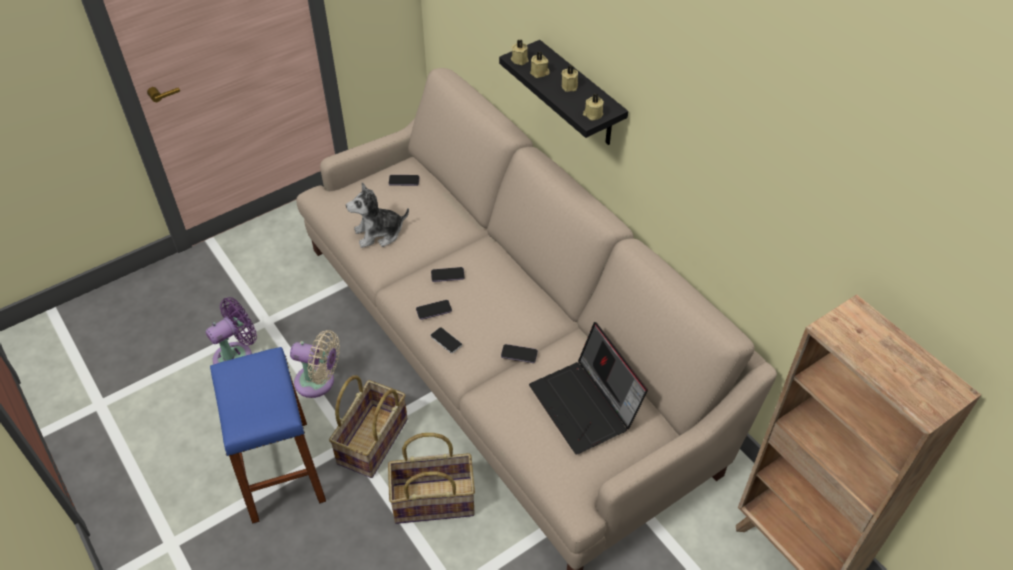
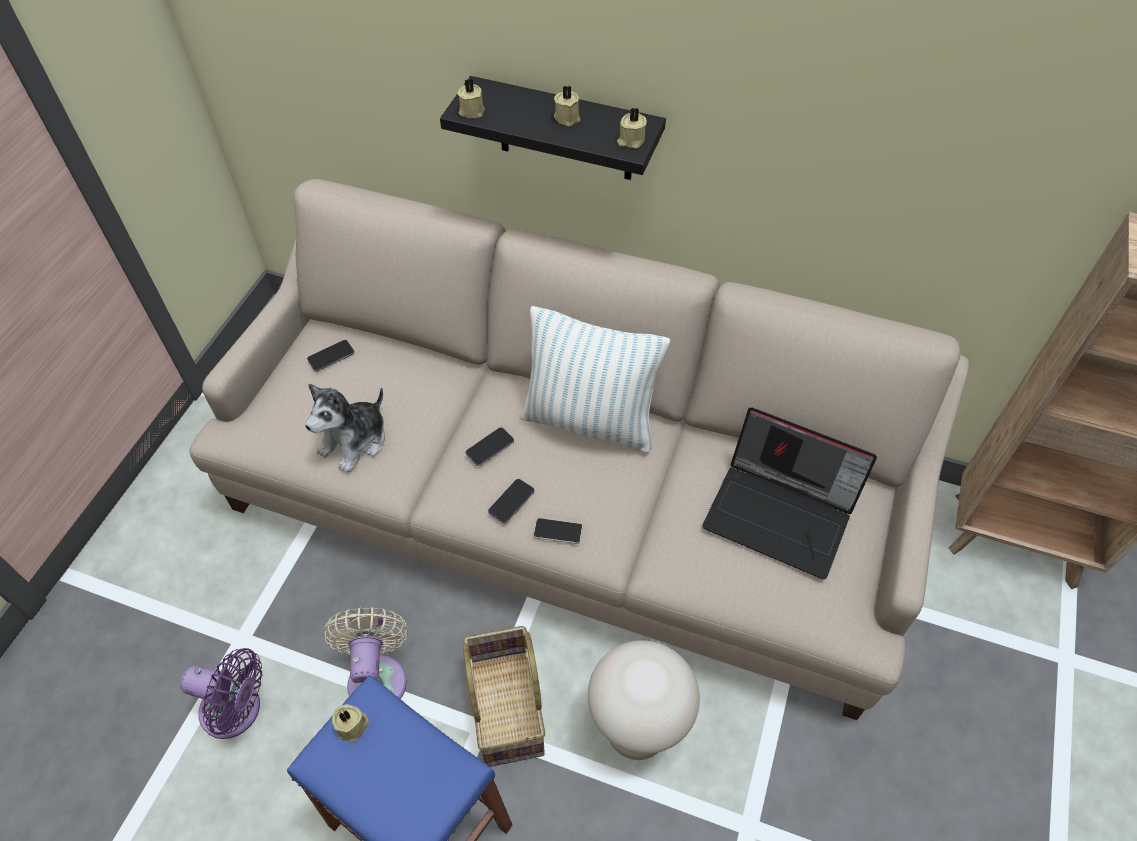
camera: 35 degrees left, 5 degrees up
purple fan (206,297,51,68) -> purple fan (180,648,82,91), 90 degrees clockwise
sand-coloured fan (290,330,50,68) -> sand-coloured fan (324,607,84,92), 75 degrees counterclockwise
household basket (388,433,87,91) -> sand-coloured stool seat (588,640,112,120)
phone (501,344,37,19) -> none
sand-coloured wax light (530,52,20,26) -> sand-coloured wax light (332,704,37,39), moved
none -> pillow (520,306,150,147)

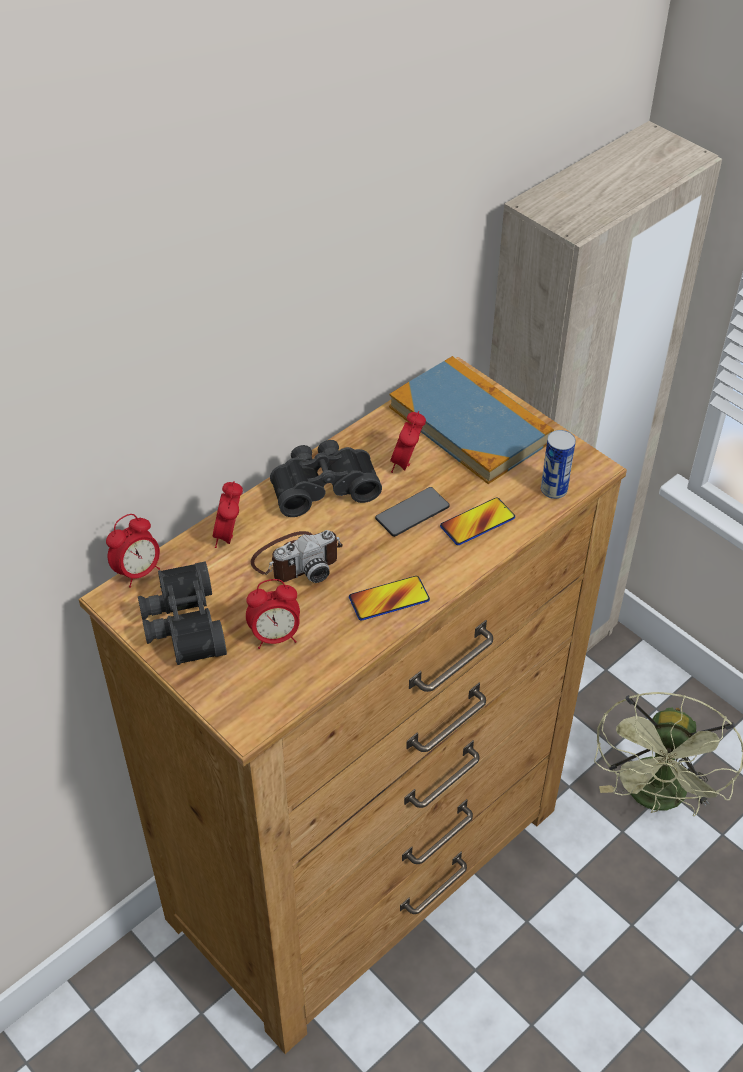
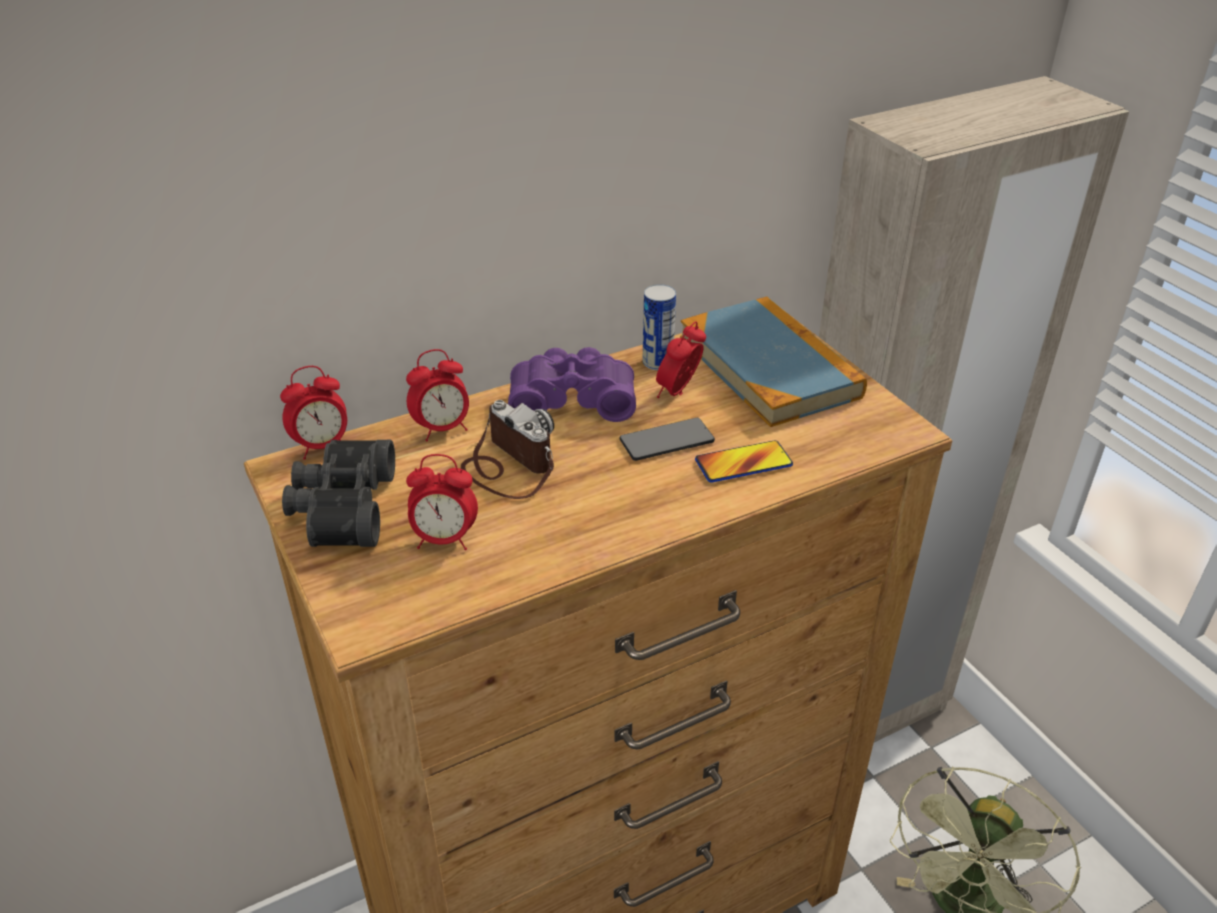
camera: 15 degrees right, 10 degrees down
bedside clock (212,481,31,67) -> bedside clock (406,349,63,92), 135 degrees counterclockwise
still camera (251,530,92,53) -> still camera (461,400,93,99), 120 degrees counterclockwise
blackish binoculars (270,440,112,77) -> purple binoculars (508,347,128,75)
phone (349,576,81,45) -> none
metal can (541,430,35,69) -> metal can (642,284,34,86), moved

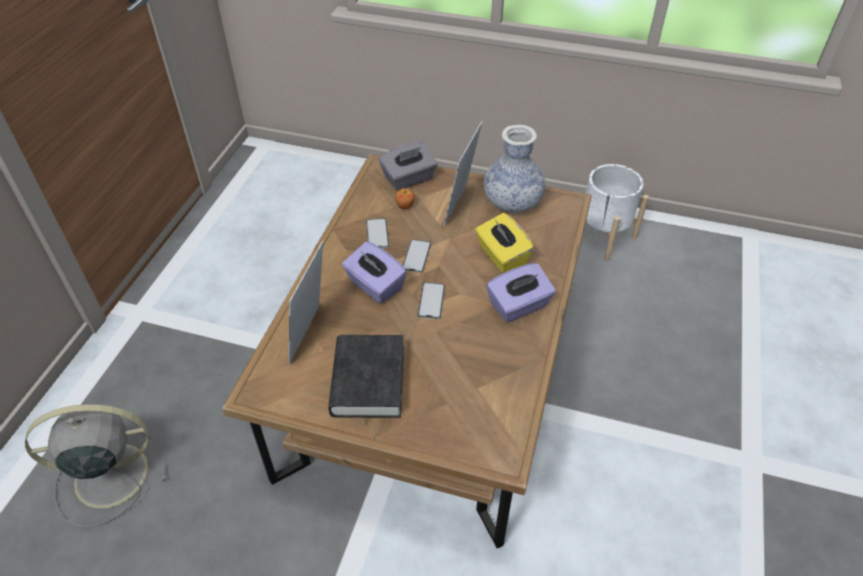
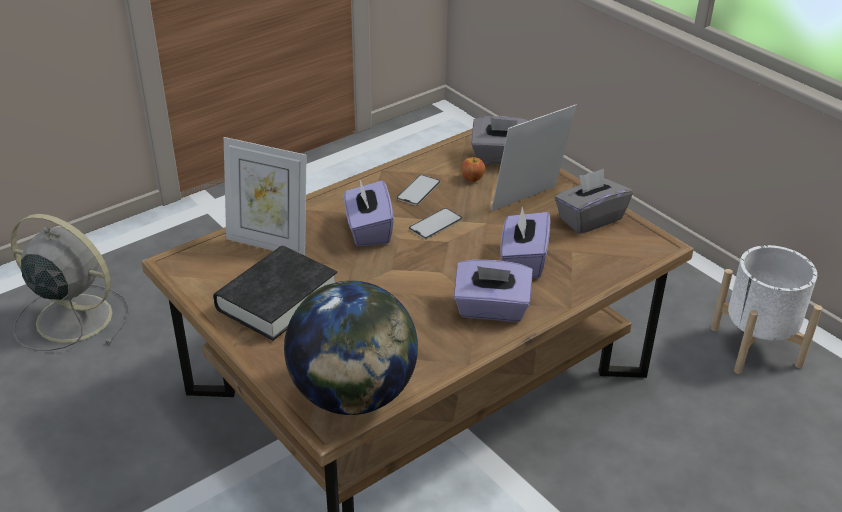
camera: 35 degrees right, 10 degrees down
photo frame (288,241,35,124) -> photo frame (224,137,83,119), 120 degrees counterclockwise
phone (418,282,27,37) -> none
yellow tissue box (475,213,59,60) -> purple tissue box (500,207,50,71)
decorative vase (484,125,62,88) -> greyish tissue box (555,169,78,65)
none -> world globe (284,281,134,134)

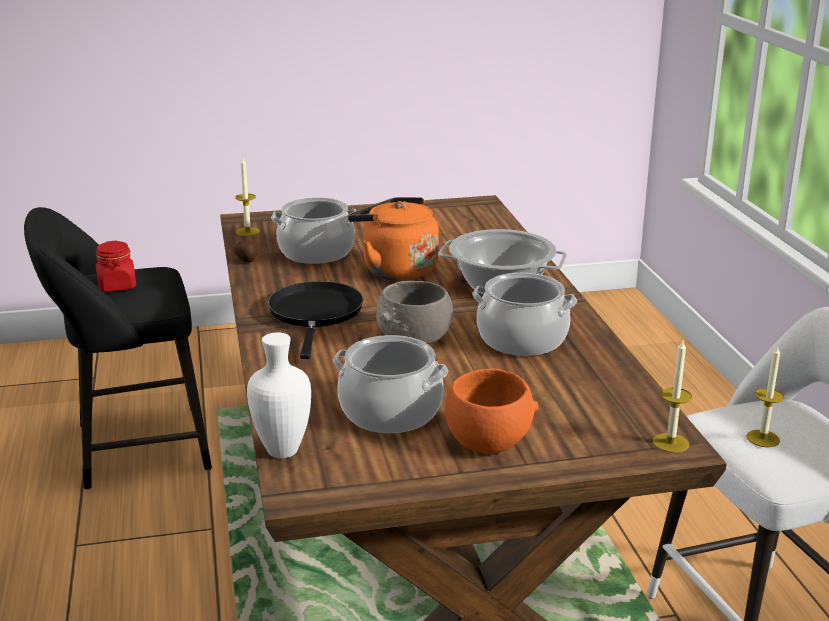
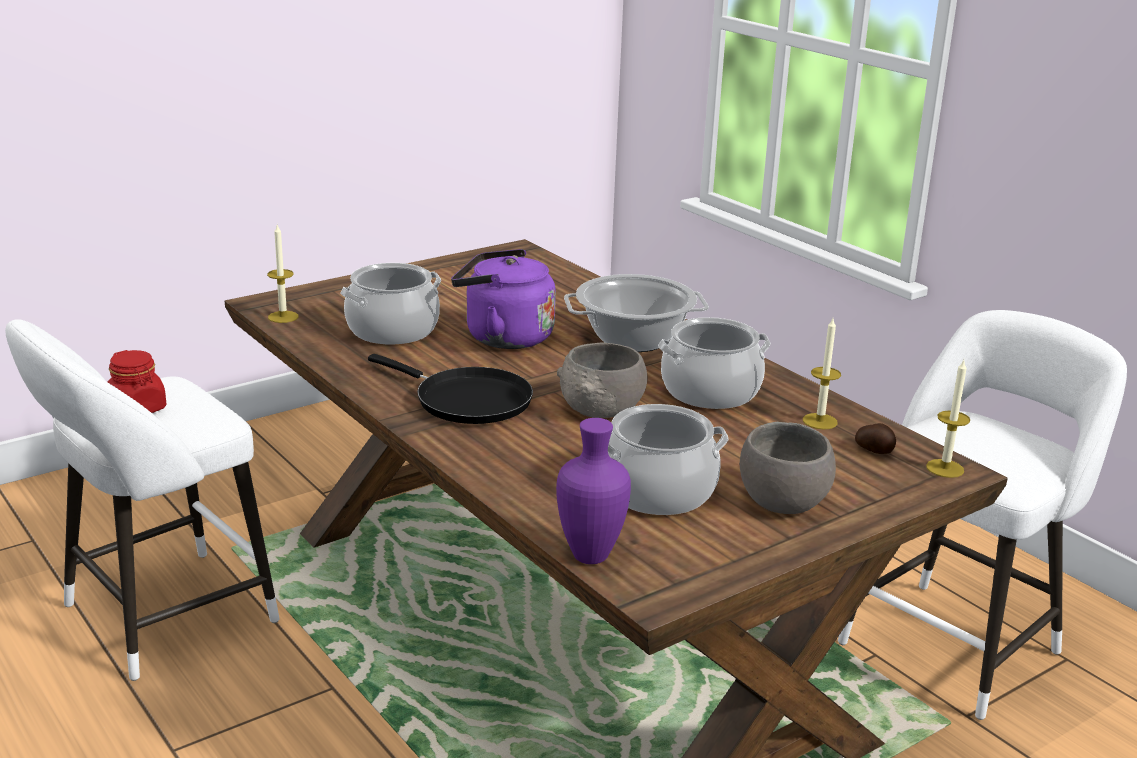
camera: 25 degrees left, 0 degrees up
blackish stool seat (24,207,188,283) -> whitish stool seat (5,319,275,362)
whole potato (234,240,24,22) -> whole potato (855,423,41,31), moved
whitish decorative vase (247,332,64,126) -> purple decorative vase (556,418,75,146)
blackish pan (268,281,95,78) -> blackish pan (368,354,165,70), 150 degrees clockwise
orangey water kettle (348,197,91,84) -> purple water kettle (451,249,105,100)
orangey bowl (445,369,93,85) -> greyish bowl (740,422,96,92)
wax light (746,345,39,102) -> wax light (803,319,38,110), moved

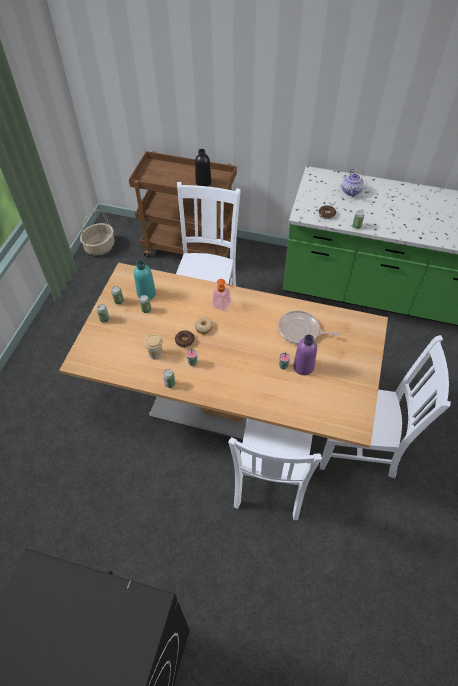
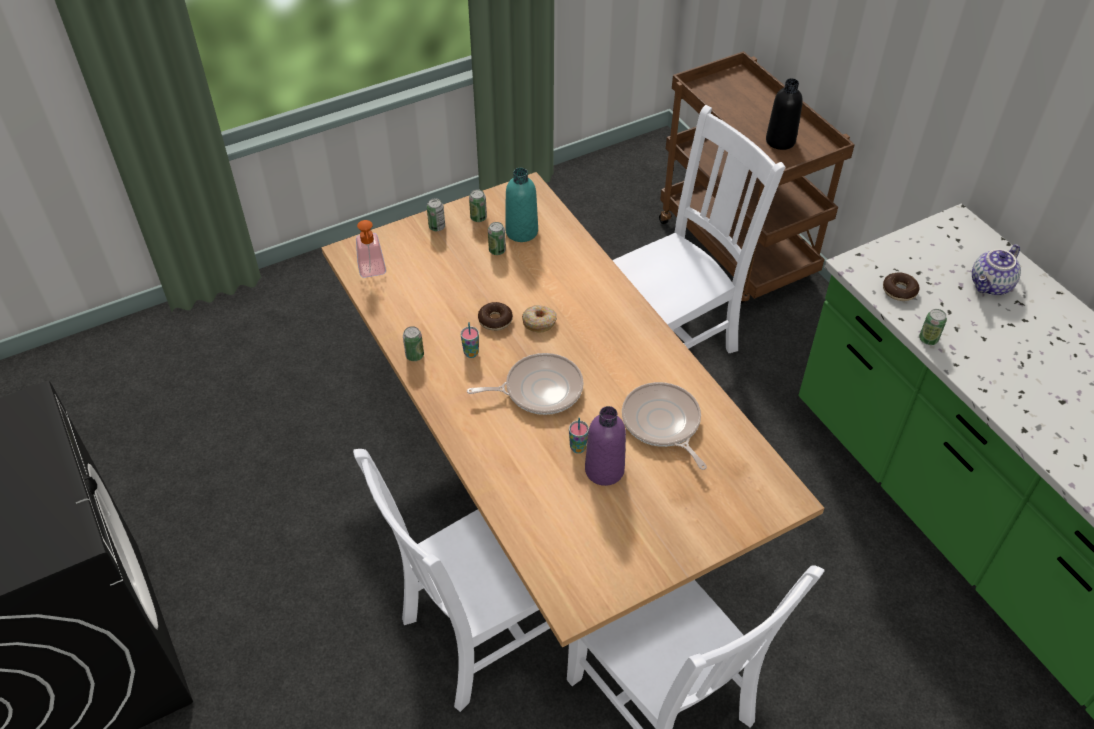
camera: 45 degrees right, 5 degrees down
household basket (80,210,35,46) -> none
cup (144,334,19,26) -> none
soap bottle (212,279,22,32) -> soap bottle (356,220,30,58), moved
none -> pan (467,353,117,62)

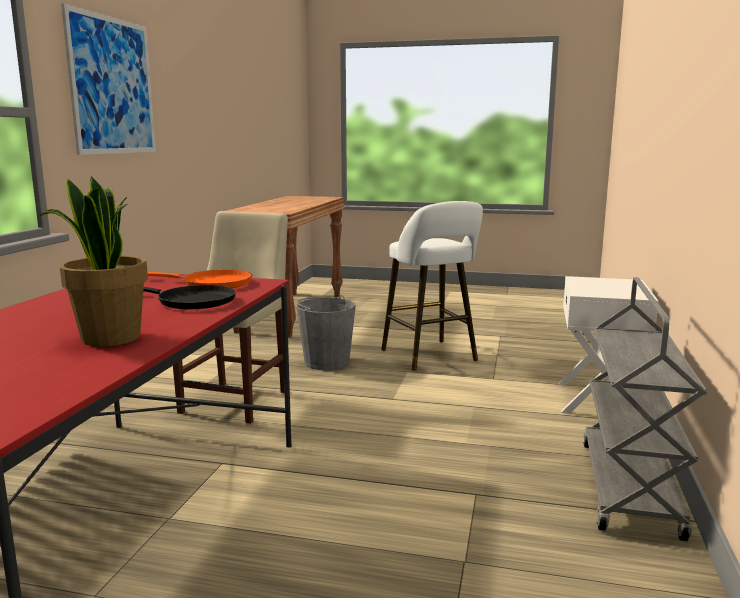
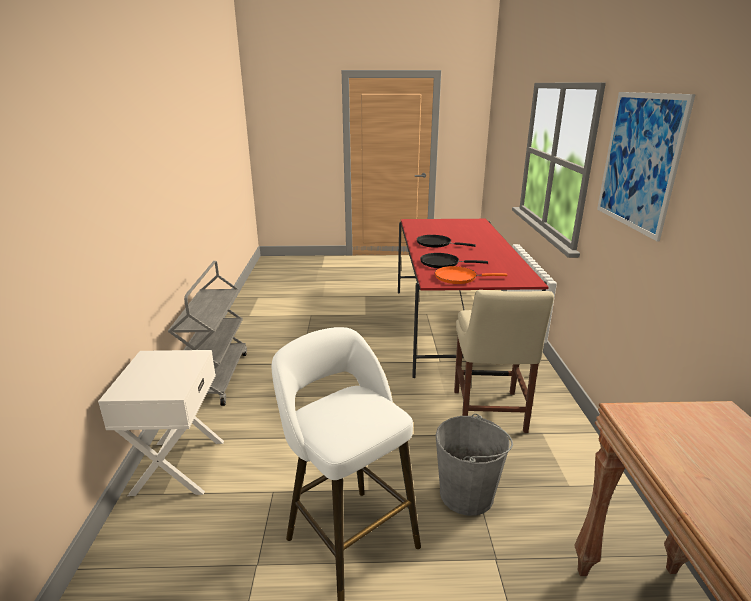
camera: 165 degrees right, 10 degrees up
plant in a pot (39,176,109,171) -> blackish pan (417,235,59,12)

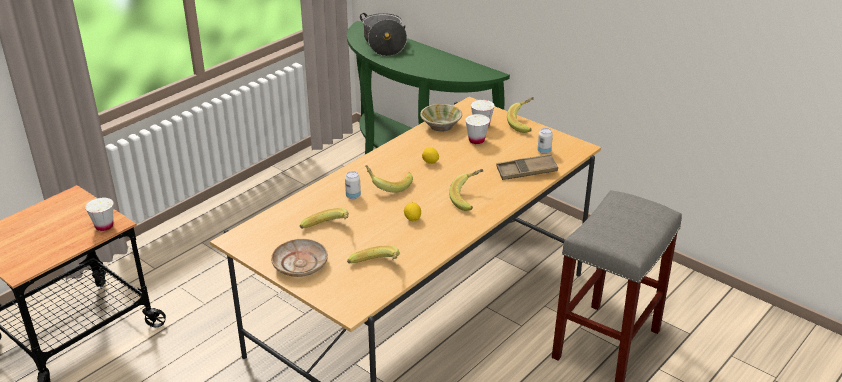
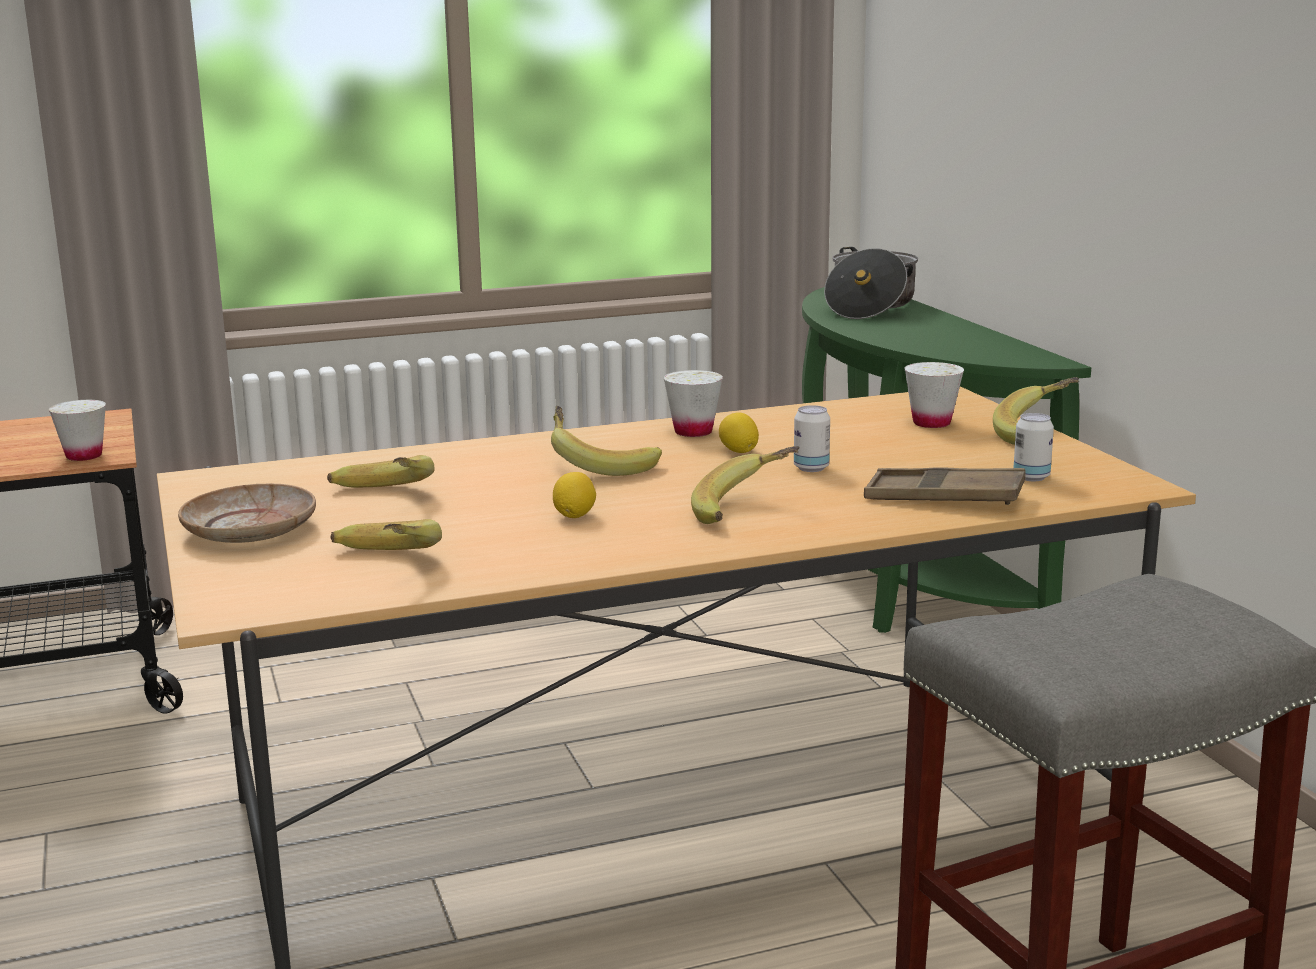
camera: 30 degrees right, 15 degrees down
metal can (345,171,16,28) -> metal can (794,405,36,67), moved
sand-coloured bowl (420,104,42,28) -> none
whitish cup (465,114,25,30) -> whitish cup (664,370,59,67), moved

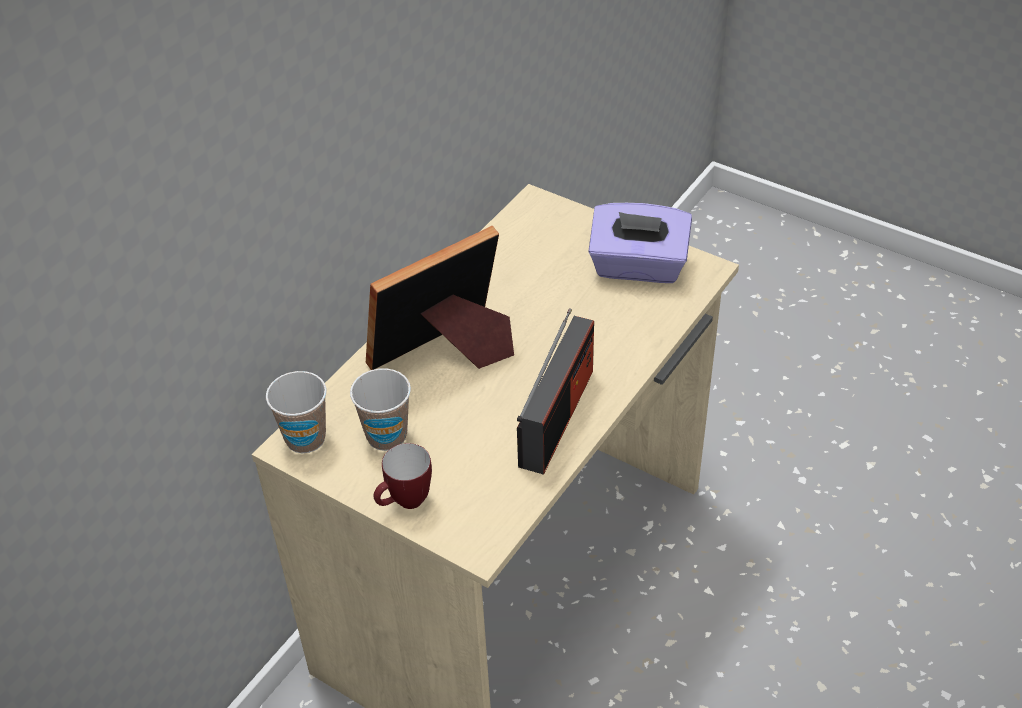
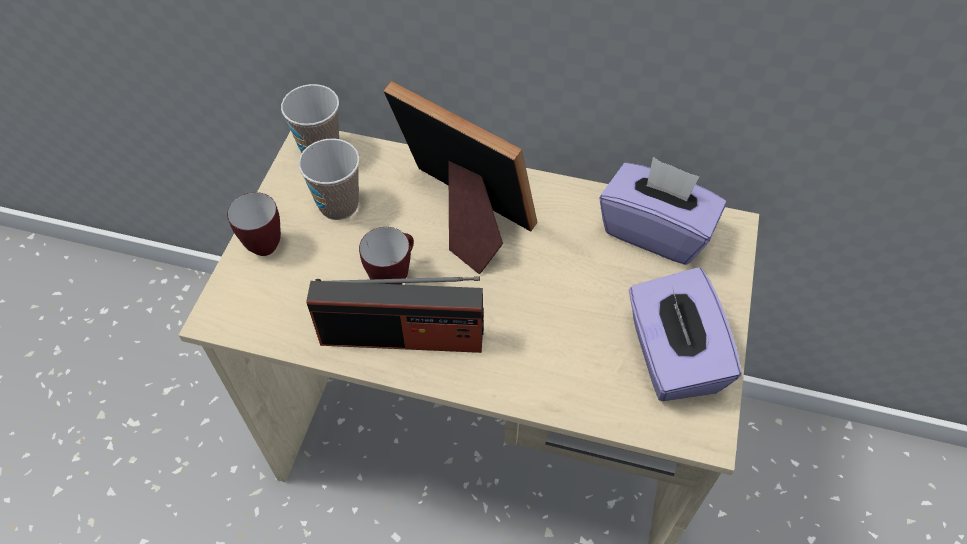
camera: 70 degrees right, 10 degrees up
none -> mug (359,227,55,58)
none -> purple tissue box (599,157,127,108)

